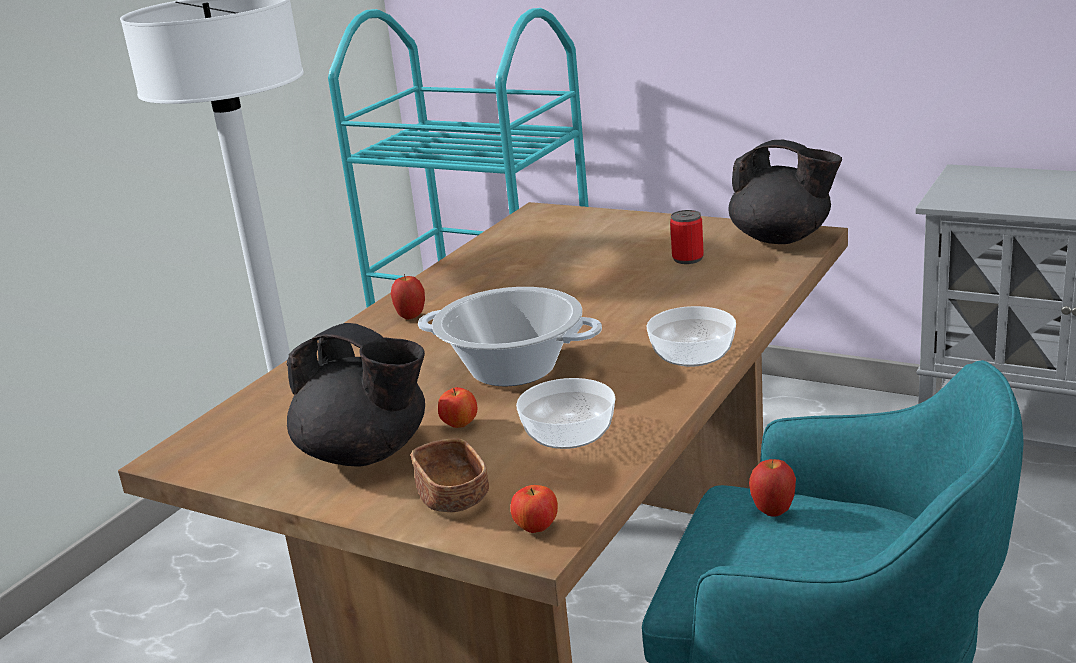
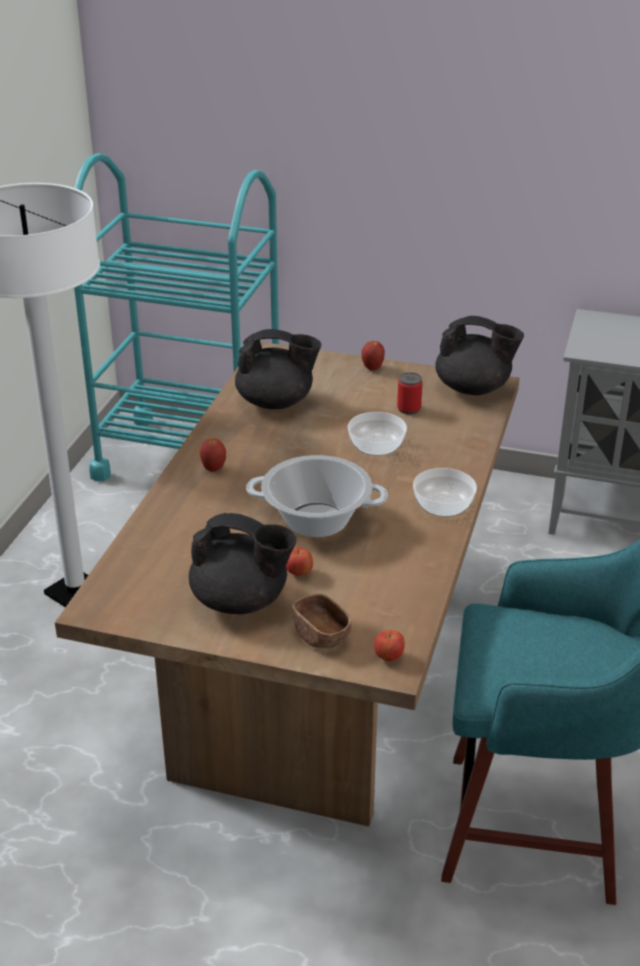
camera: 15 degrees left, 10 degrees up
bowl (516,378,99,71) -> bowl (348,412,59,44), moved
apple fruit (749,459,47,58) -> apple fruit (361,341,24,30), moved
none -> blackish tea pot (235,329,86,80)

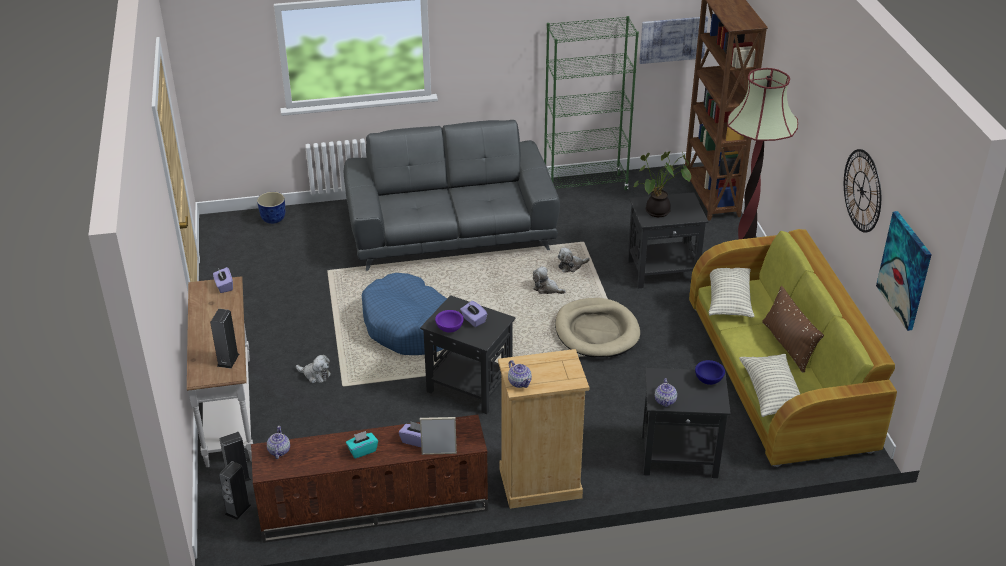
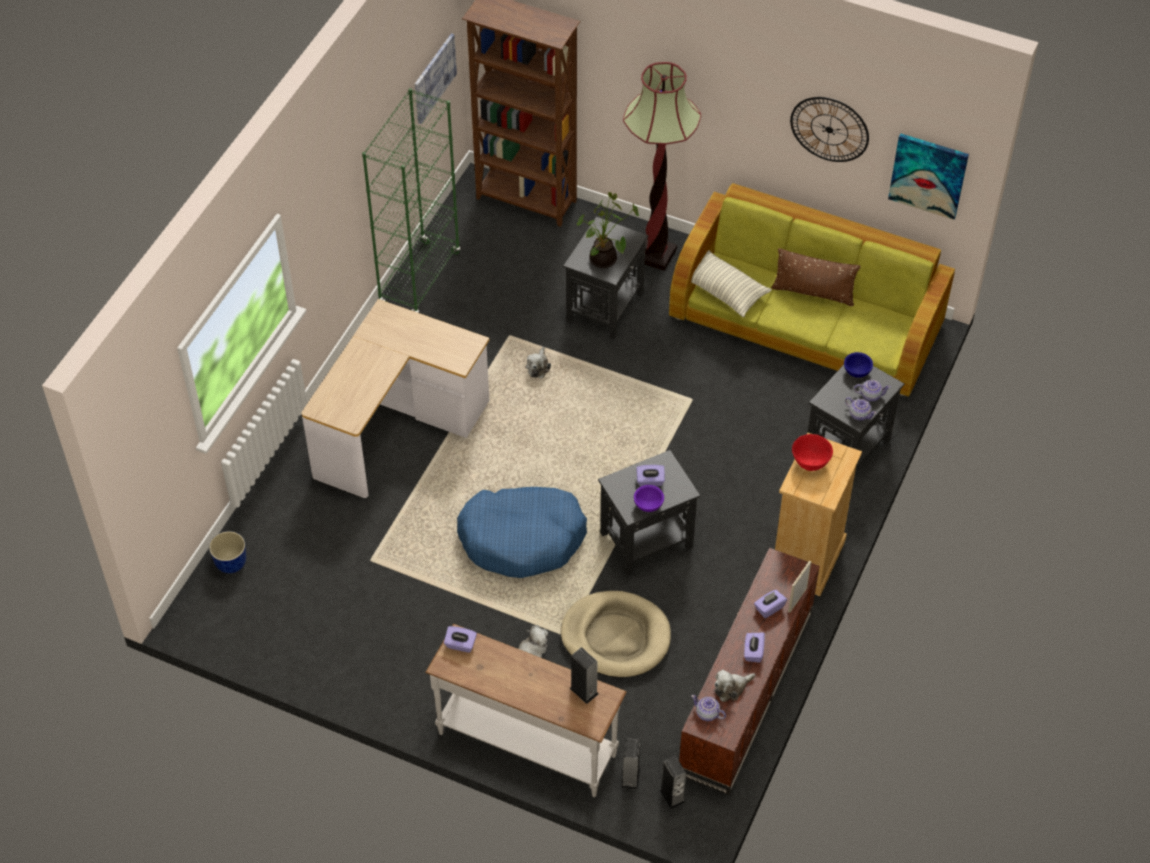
camera: 55 degrees left, 15 degrees up
greyish sofa (344,120,216,151) -> desk table (302,299,187,199)
turquoise tissue box (346,431,32,28) -> purple tissue box (744,633,21,30)
tea pot (508,360,24,28) -> tea pot (854,380,37,21), moved
soft toy (533,266,33,28) -> soft toy (714,670,41,32), moved
sand-coloured pet bed (555,298,85,59) -> sand-coloured pet bed (561,591,110,87), moved
pillow (739,354,61,63) -> none
none -> red bowl (792,434,41,37)

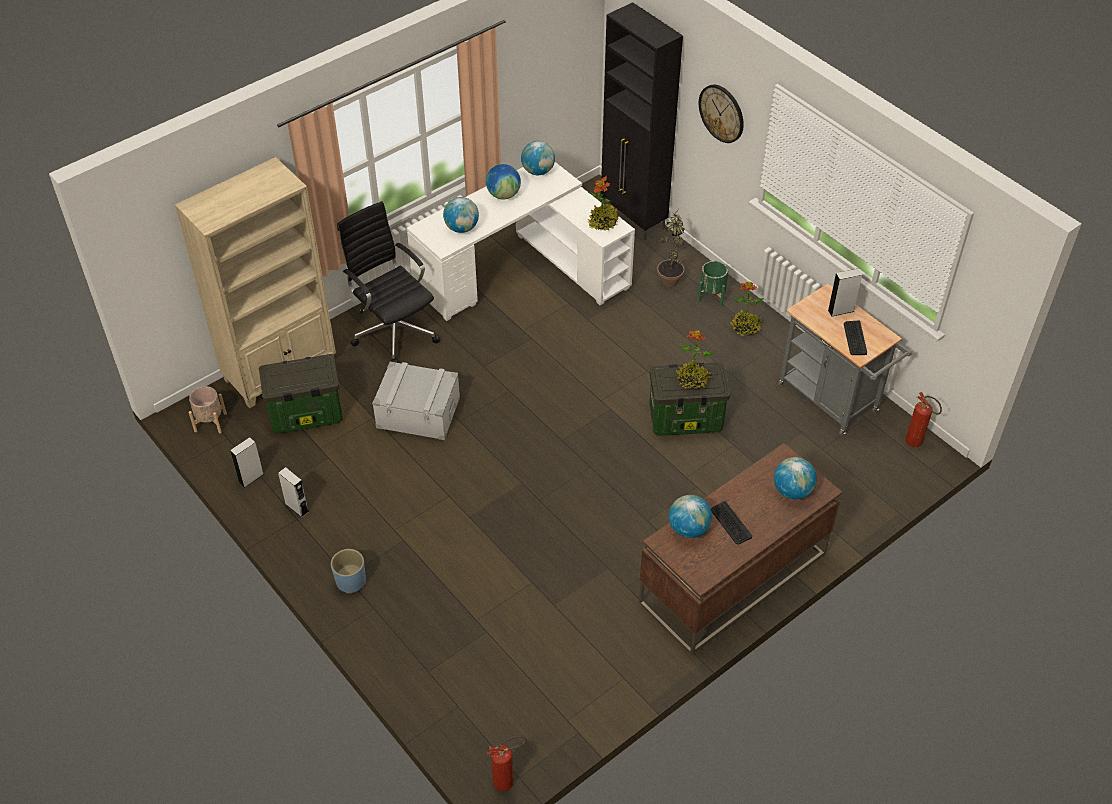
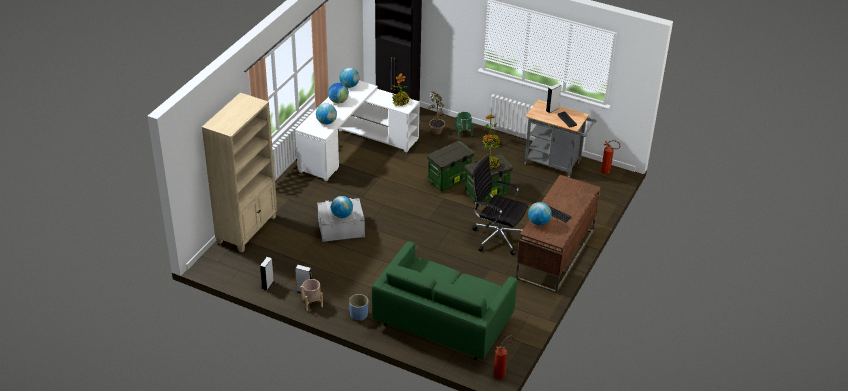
camera: 25 degrees left, 10 degrees down
sand-coloured planter (189,386,38,47) -> sand-coloured planter (301,279,22,32), moved
storage box (259,354,84,79) -> storage box (427,141,47,50), moved
blackish office chair (337,201,103,162) -> blackish office chair (472,155,56,100), moved
hanging clock (699,85,45,58) -> none
world globe (774,457,43,42) -> world globe (331,196,22,22), moved
none -> green-coloured sofa (372,241,145,119)

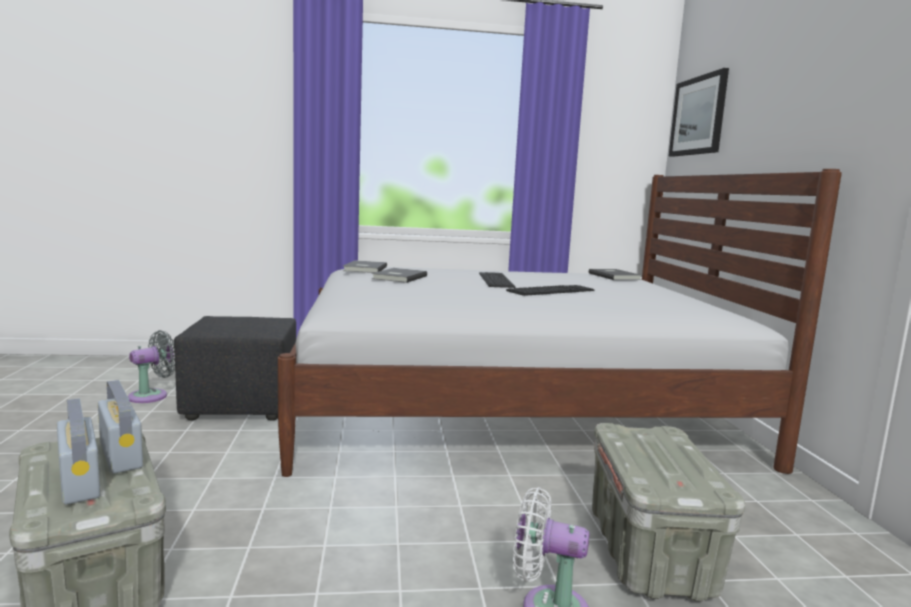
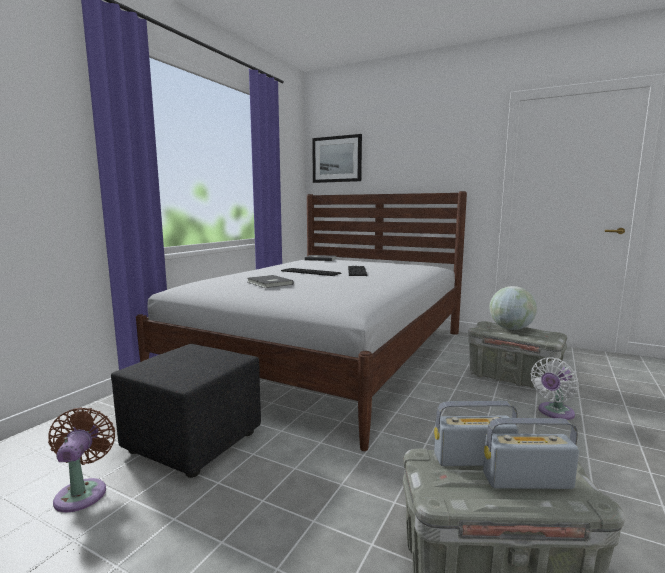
camera: 55 degrees left, 0 degrees up
greyish fan (128,330,47,73) -> brown-coloured fan (48,407,67,105)
greyish bound book (343,260,44,13) -> none
none -> world globe (489,286,48,44)

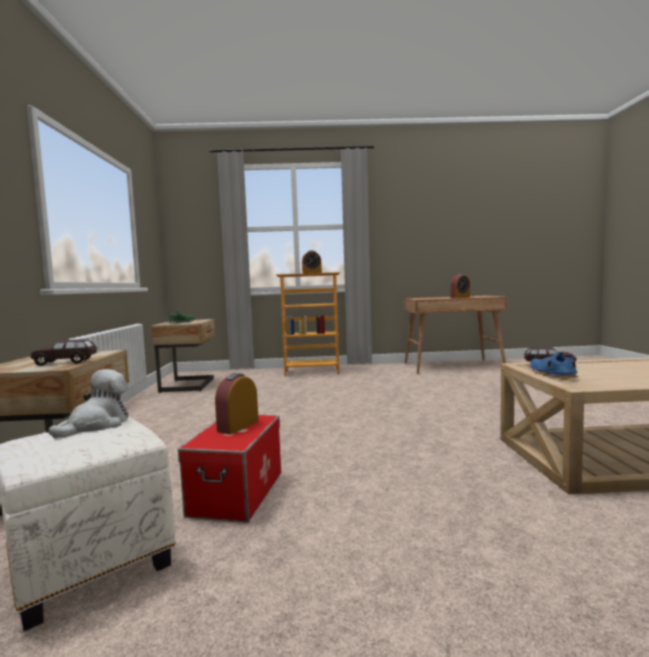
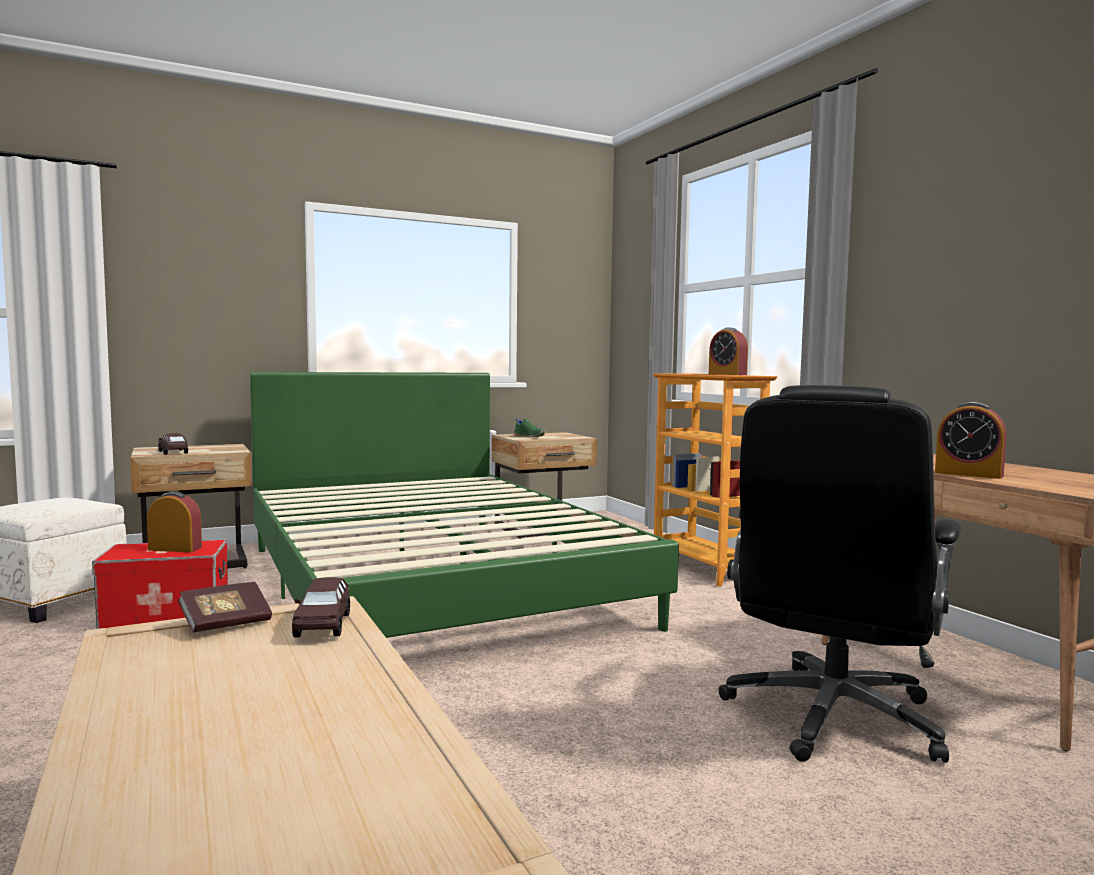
camera: 65 degrees right, 0 degrees up
soft toy (49,369,79,69) -> none
blue low shoe (530,352,49,27) -> bound book (178,582,94,51)
none -> green-coloured sleeping bed (250,372,429,266)
none -> blackish office chair (719,385,243,378)

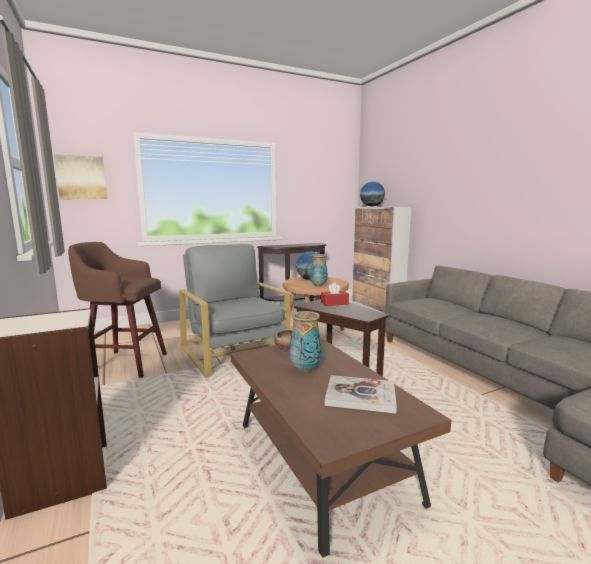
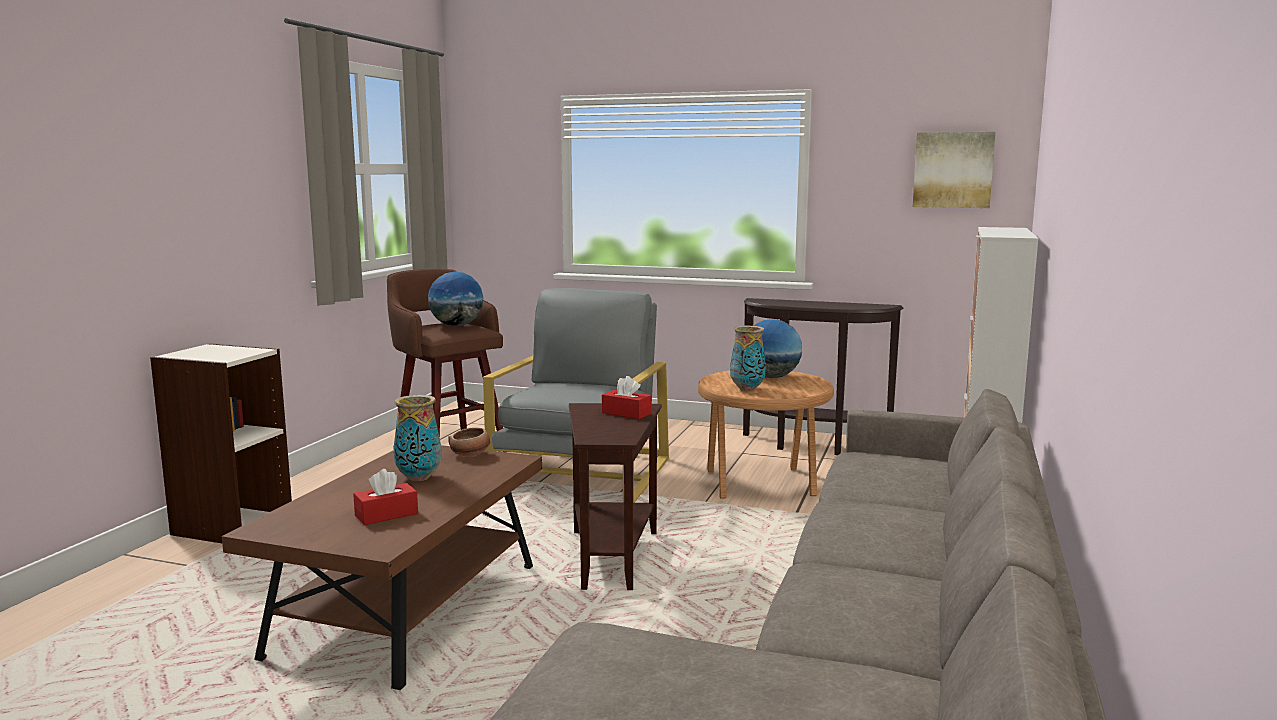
camera: 45 degrees right, 0 degrees up
wall art (54,154,53,45) -> wall art (913,132,82,76), moved
bound book (325,375,72,39) -> red tissue box (353,469,65,56)
world globe (360,181,25,26) -> world globe (428,272,55,54), moved

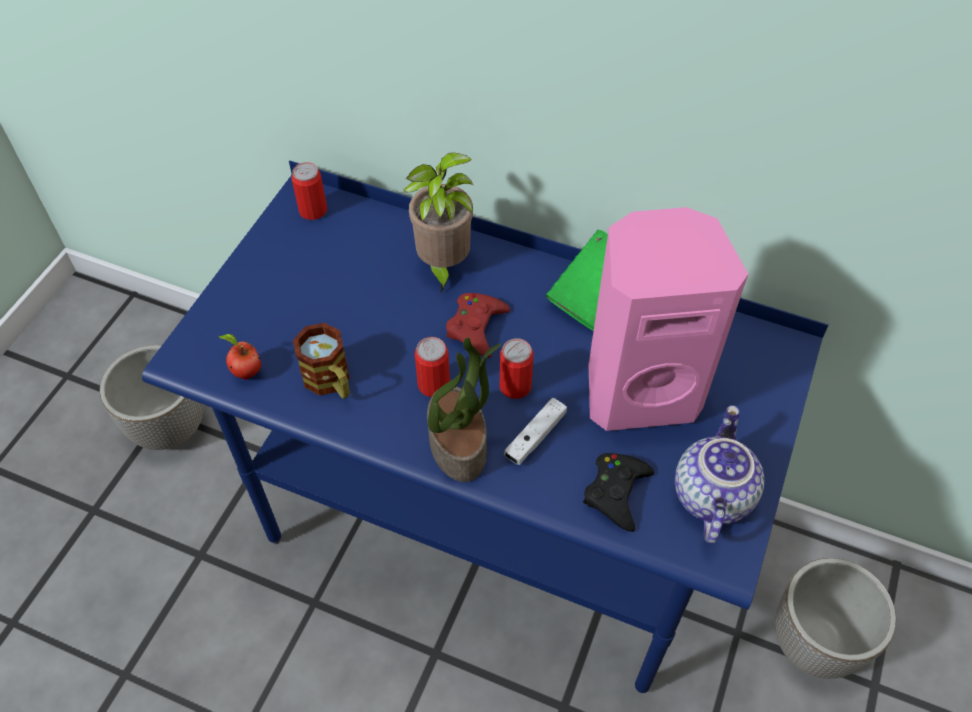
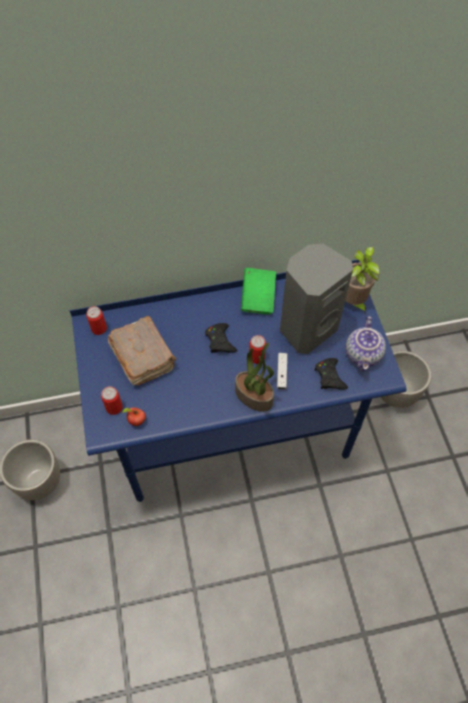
camera: 35 degrees left, 5 degrees up
mug (293,323,57,76) -> none
plant in a pot (403,153,71,141) -> plant in a pot (345,247,35,67), moved
metal can (415,337,35,60) -> metal can (101,386,22,29), moved
red joypad (446,293,64,65) -> blackish joypad (205,323,32,30)
pink loudspeaker (589,207,159,224) -> greyish loudspeaker (280,244,73,110)
tea pot (675,405,89,138) -> tea pot (345,316,41,56), 150 degrees counterclockwise
none -> brown-coloured bound book (108,316,68,69)

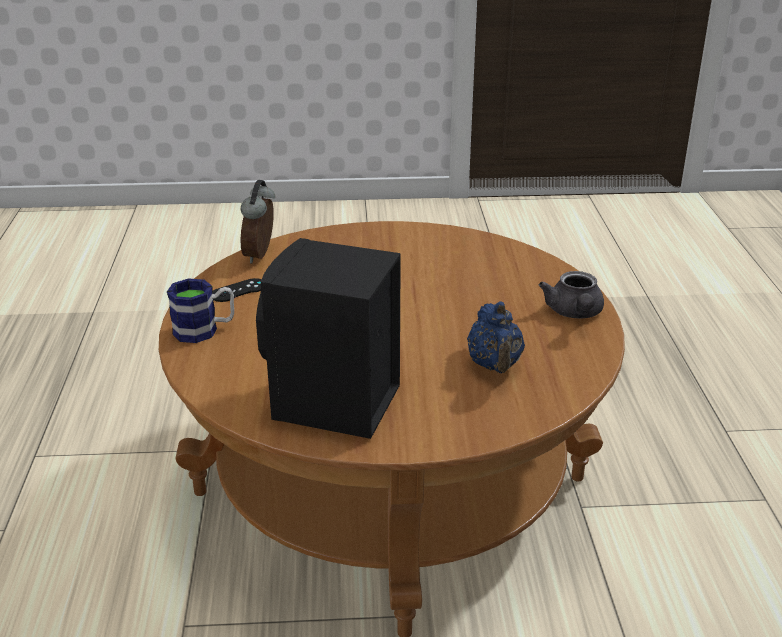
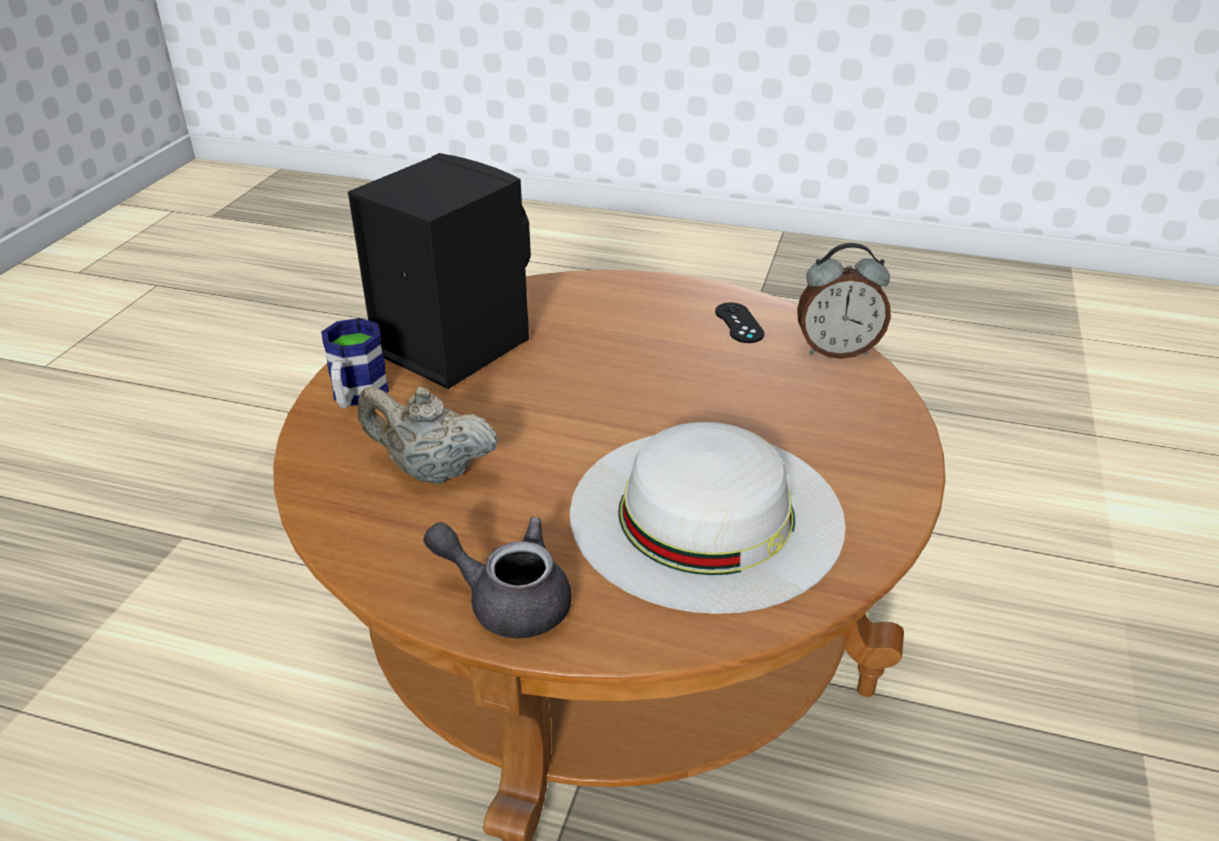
camera: 110 degrees right, 5 degrees up
mug (167,279,67,64) -> mug (321,318,68,90), moved
bedside clock (240,180,35,84) -> bedside clock (797,243,94,116), 150 degrees clockwise
blue tea pot (467,301,58,72) -> sand-coloured tea pot (357,387,141,97)
none -> whitish clothing hat (570,422,276,192)

